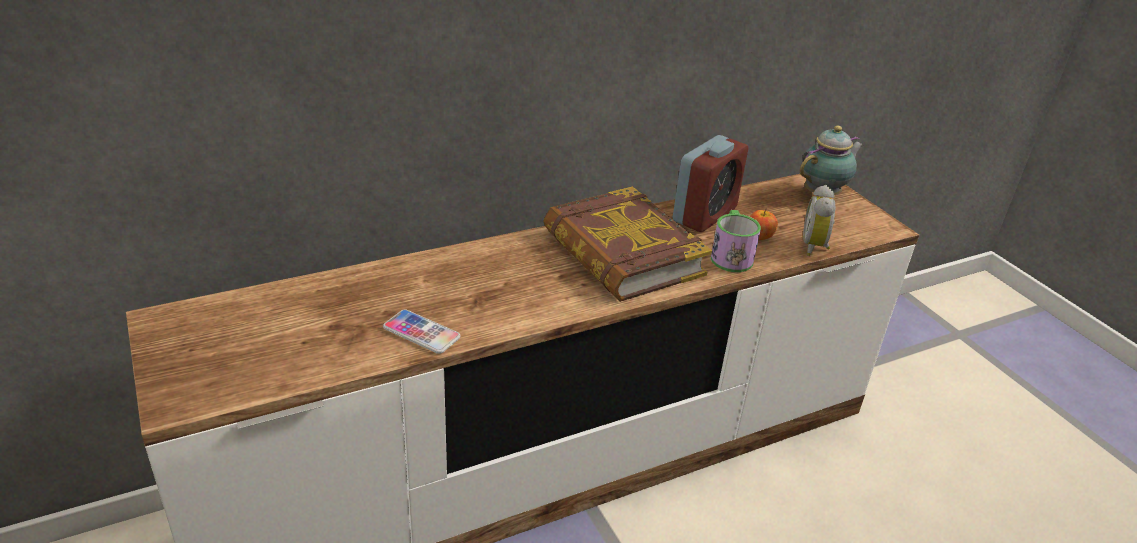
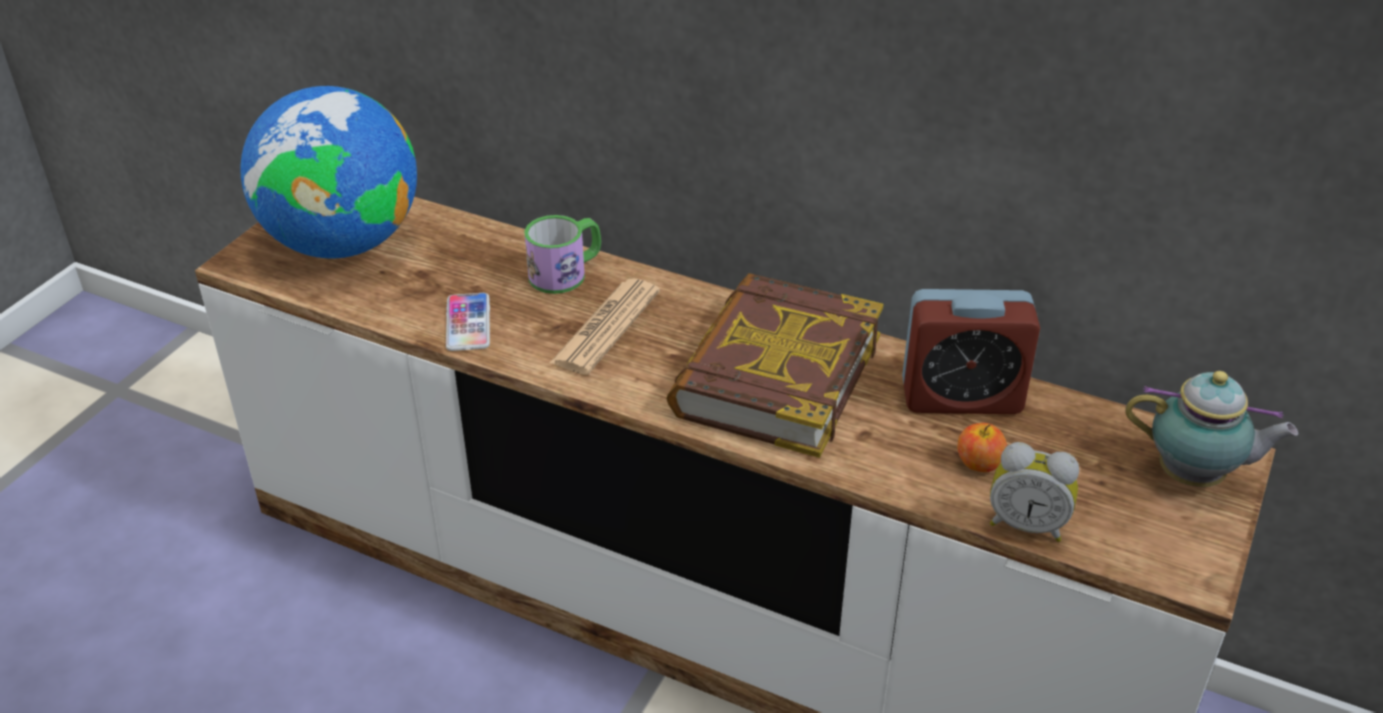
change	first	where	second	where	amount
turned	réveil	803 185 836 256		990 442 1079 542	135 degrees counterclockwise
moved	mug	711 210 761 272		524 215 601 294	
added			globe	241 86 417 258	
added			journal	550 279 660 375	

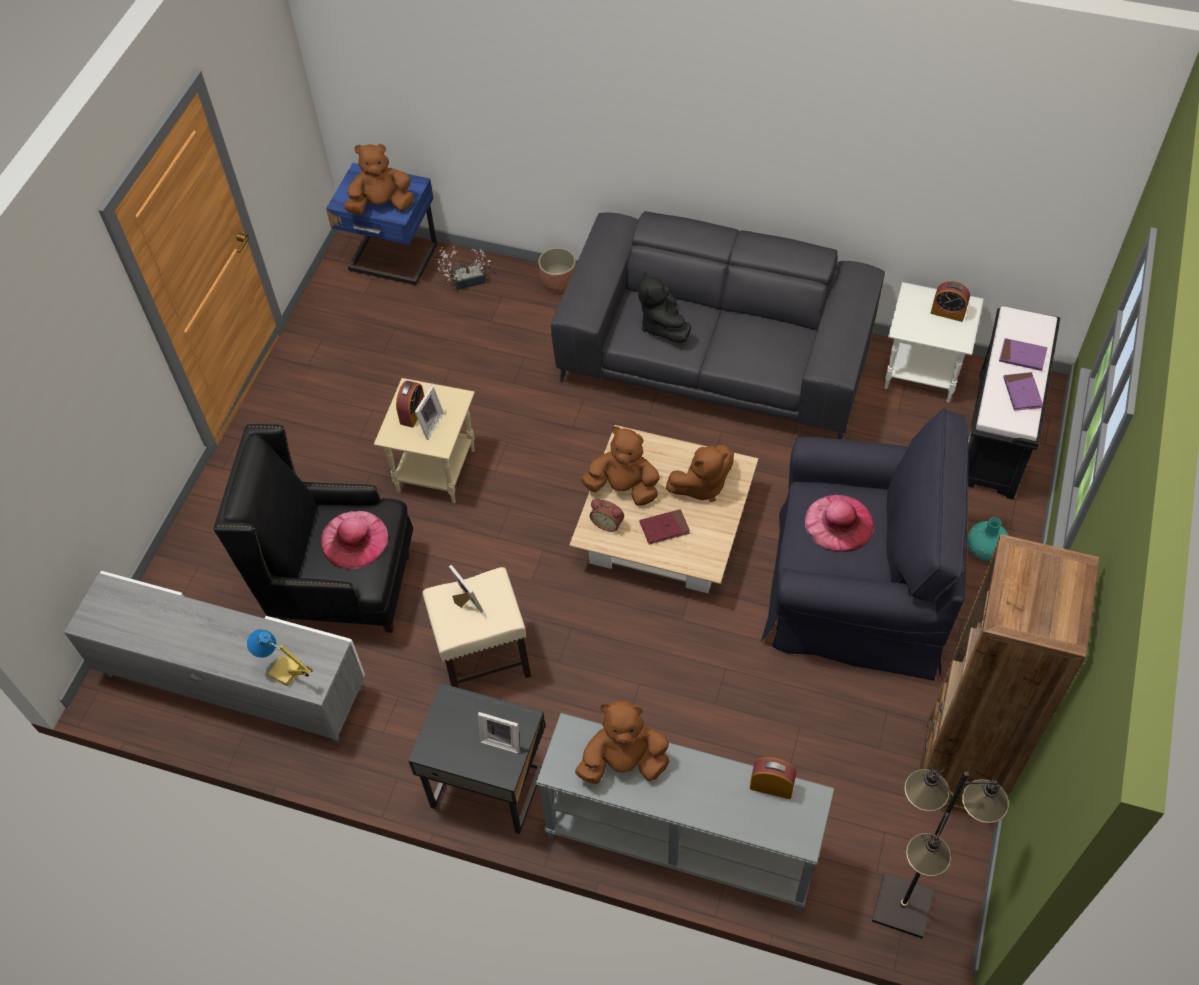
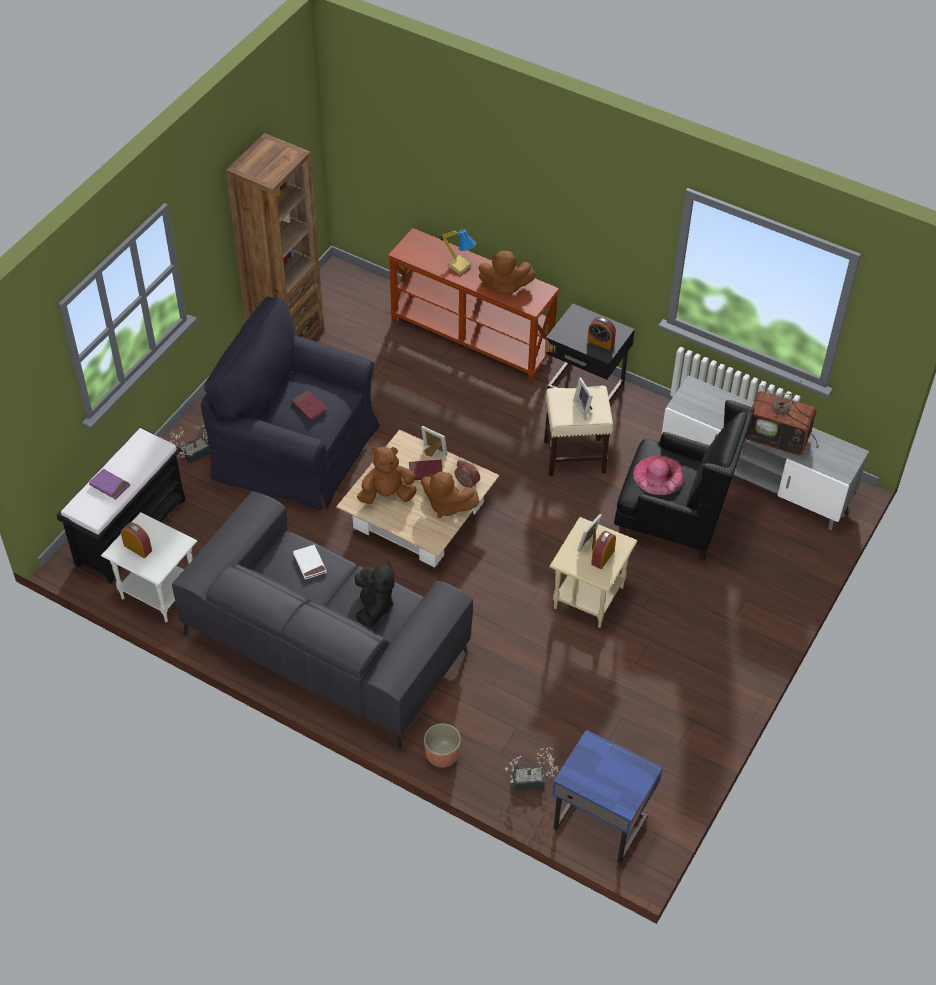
change	first	where	second	where	amount
removed	peluche [marron]	344 143 414 215			
removed	livre [violet]	1003 372 1043 411			
replaced	chapeau [rose]	805 495 874 552	livre [rouge]	291 390 328 421	
replaced	vase [turquoise]	967 517 1009 561	plante en pot	170 425 210 464	
moved	lampe de table	247 629 313 687		439 229 476 275	
moved	cadre photo	478 712 520 754		421 426 447 457	
recoloured	table console [gris]	536 713 835 912	table console [marron]	388 228 559 382	
moved	réveil	750 757 796 799		587 317 616 350	
removed	lampadaire [noir]	872 768 1009 938			
added			téléviseur	745 380 819 456	
added			livre [blanc]	293 545 327 579	

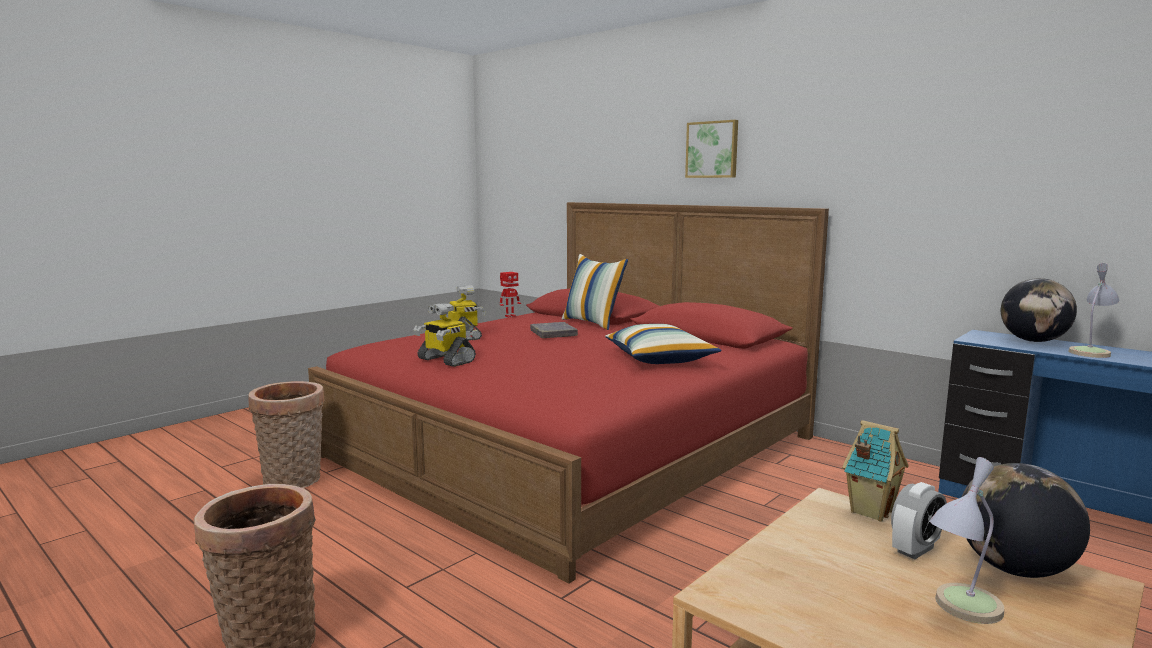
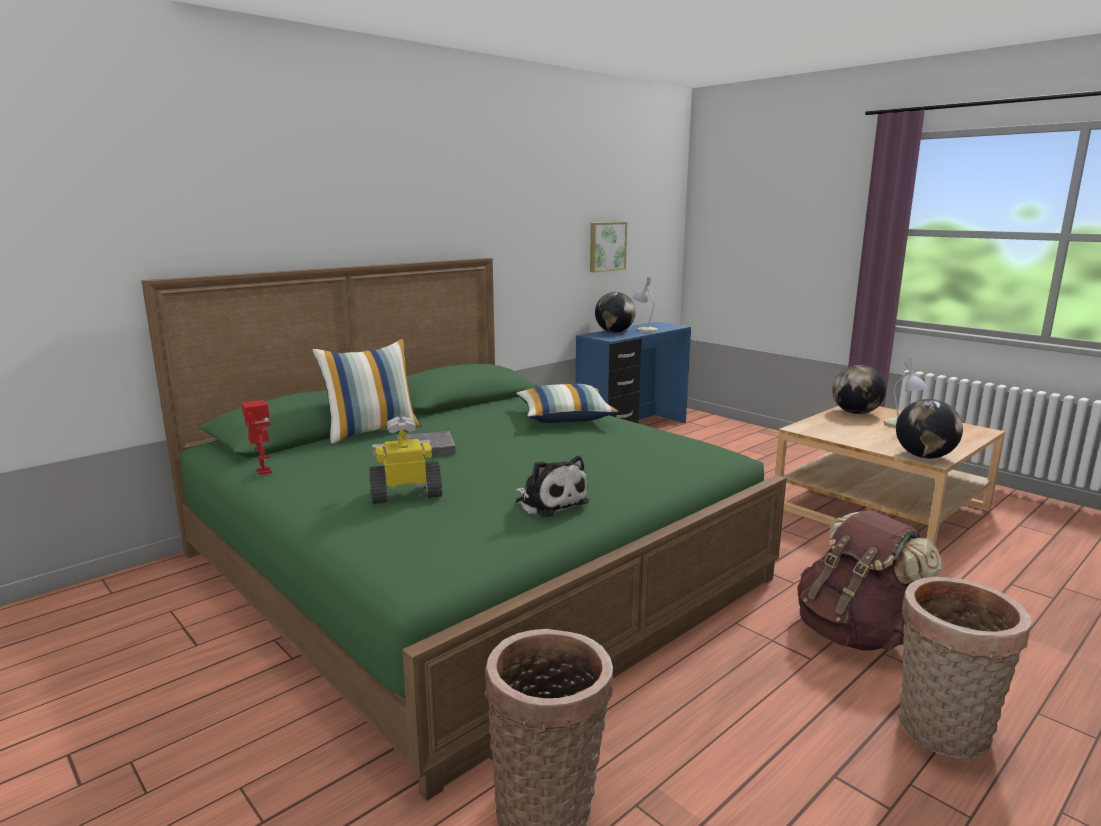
change	first	where	second	where	amount
moved	tableau	685 120 738 178		590 222 627 272	
recoloured	lit [rouge]	308 202 829 584	lit [vert]	141 258 786 801	
replaced	robot jouet	413 303 476 367	peluche	516 456 590 517	
removed	maison miniature	842 420 909 522			
removed	réveil	891 482 947 559			
added			globe	896 399 963 459	
added			sac à dos [marron]	798 510 942 651	

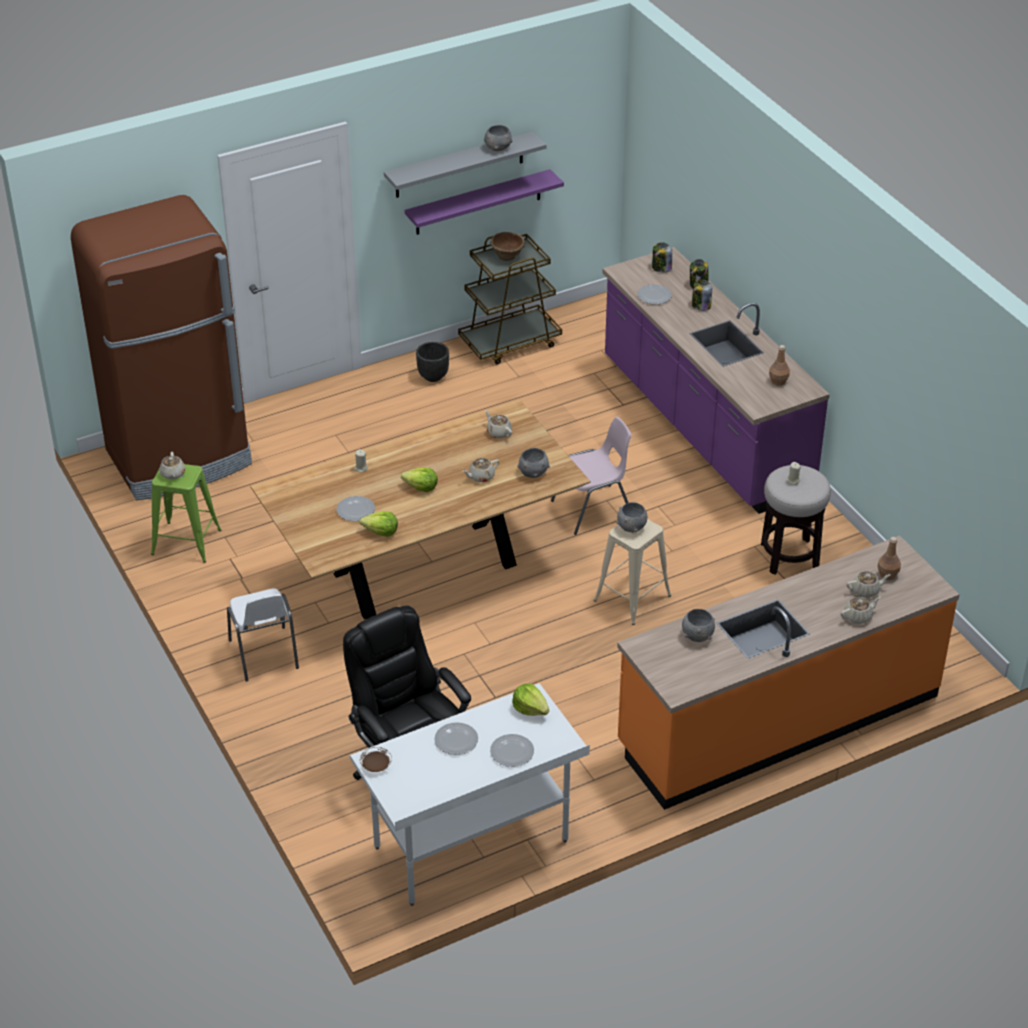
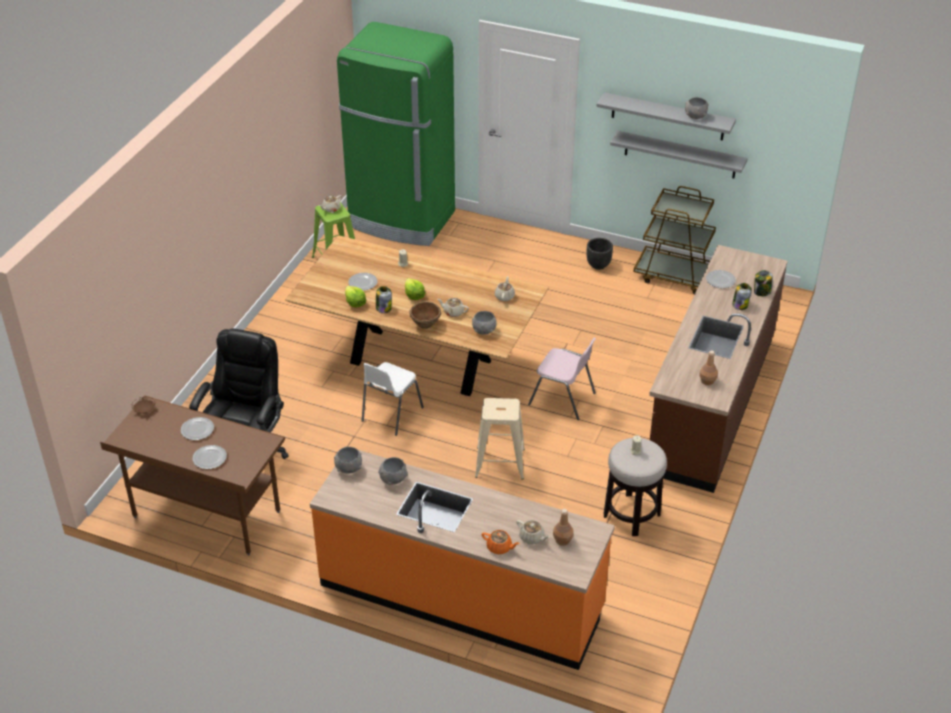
change	first	where	second	where	amount
recoloured	étagère [violet]	405 169 564 235	étagère [gris]	610 131 748 178	
recoloured	réfrigérateur [marron]	71 195 252 500	réfrigérateur [vert]	337 22 455 246	
moved	bol [marron]	490 232 525 261		409 301 441 329	
moved	bocal	652 242 672 272		376 286 392 313	
recoloured	comptoir de cuisine [violet]	602 247 830 514	comptoir de cuisine [marron]	649 245 788 493	
moved	bol [gris]	616 502 648 532		334 446 362 474	
moved	chaise [blanc]	227 588 299 682		362 362 424 436	
recoloured	théière [beige]	840 596 881 624	théière [orange]	482 530 520 554	
recoloured	bureau [blanc]	350 683 590 906	bureau [marron]	100 396 285 555	
removed	laitue	512 684 549 716			

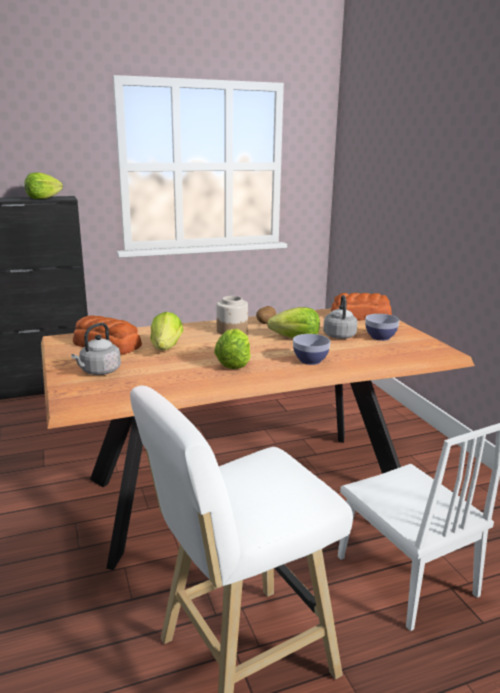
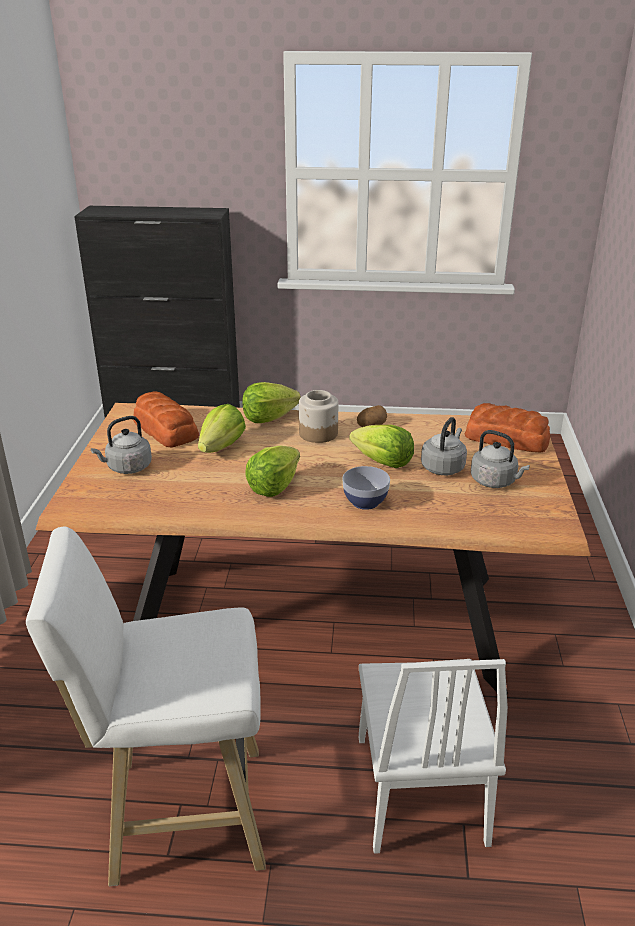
change	first	where	second	where	amount
moved	laitue	24 172 63 199		242 382 301 423	
replaced	bol	365 314 400 341	bouilloire [gris]	471 430 530 488	

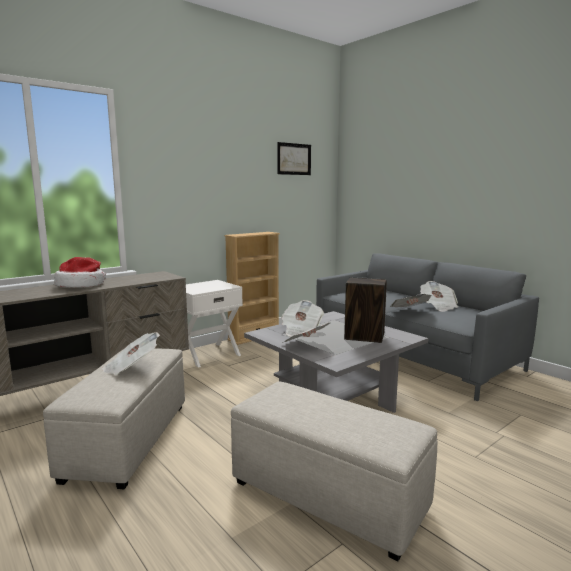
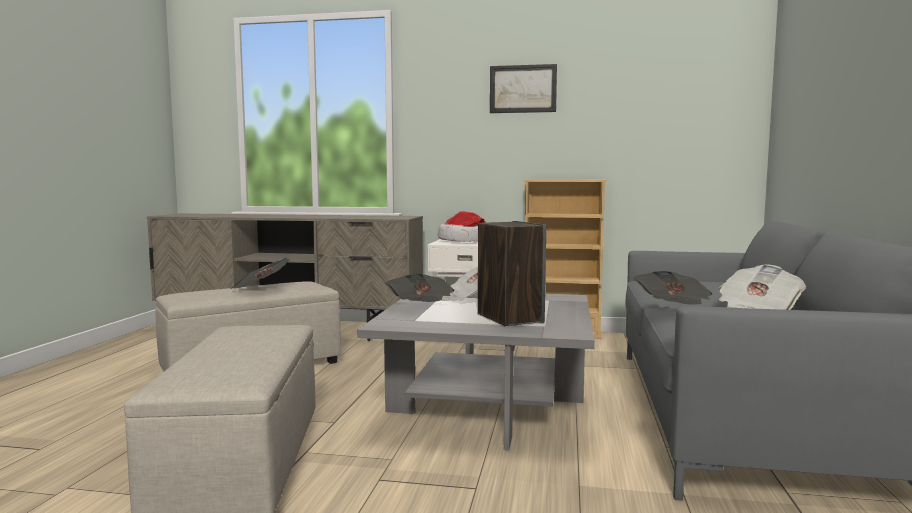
change	first	where	second	where	amount
moved	tableau	277 142 311 175		490 64 557 113	
moved	chapeau	54 257 106 288		438 211 486 242	

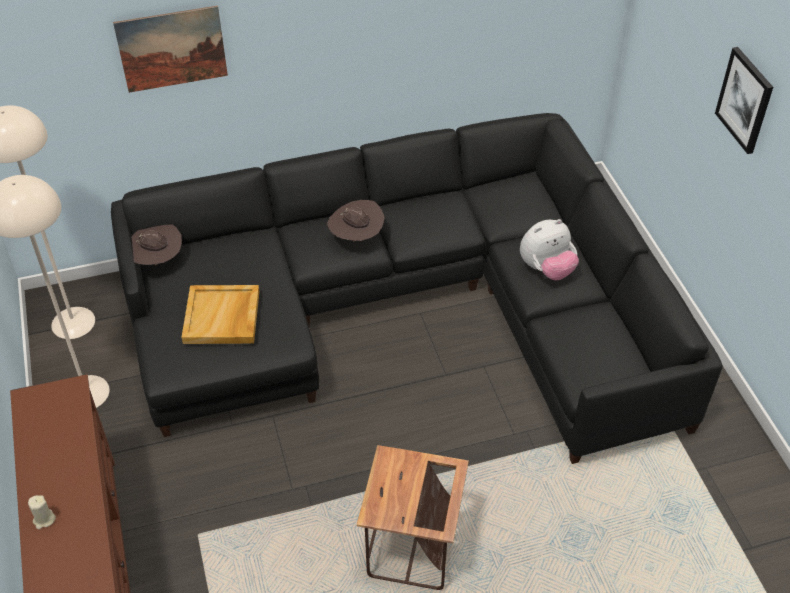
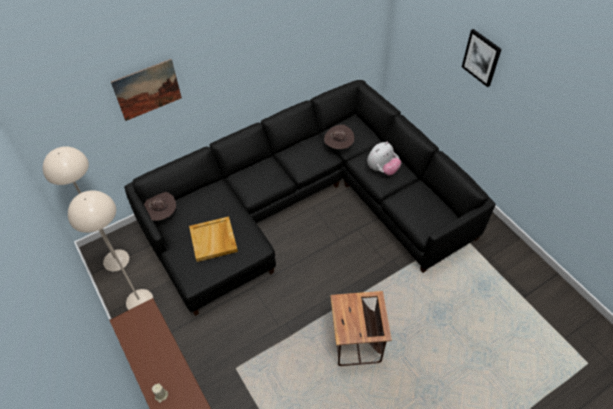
change	first	where	second	where	amount
moved	chapeau [marron]	327 200 385 241		324 125 354 149	

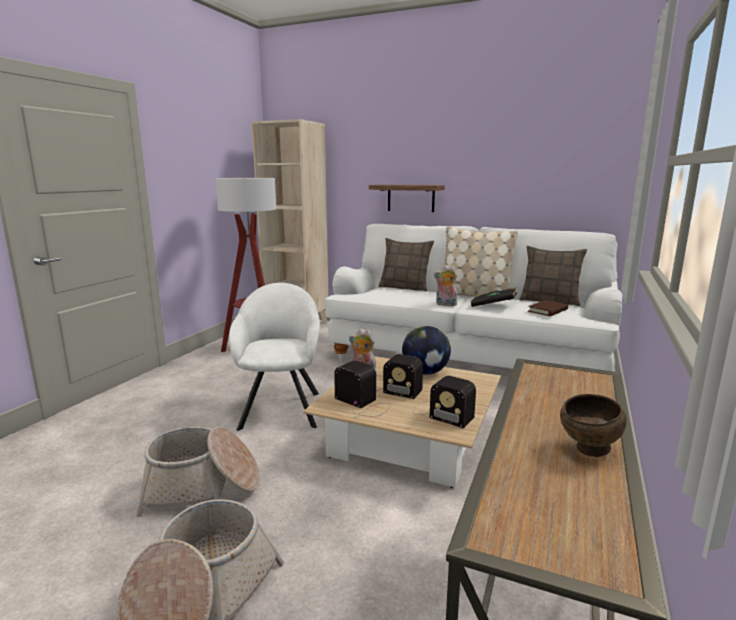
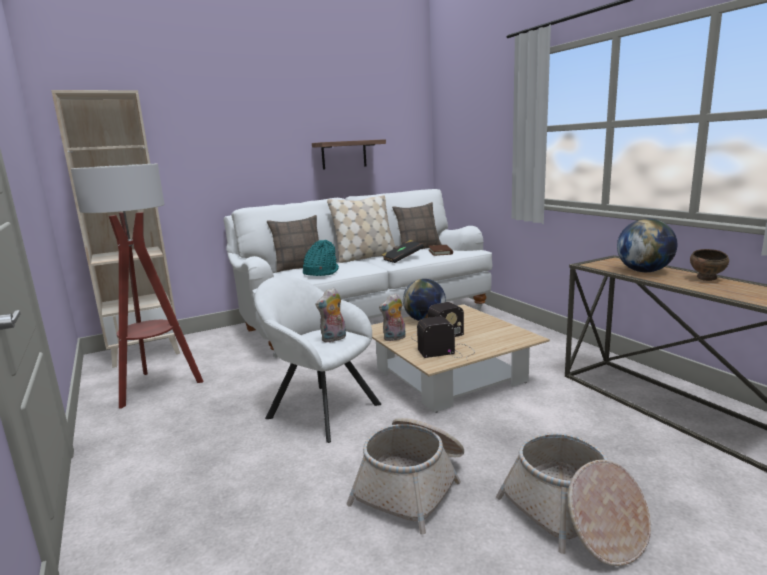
change	first	where	second	where	amount
moved	étagère	369 185 445 212		312 139 386 169	
moved	peluche	434 265 457 306		315 288 346 343	
removed	radio	413 376 476 428			
added			globe	617 219 677 272	
added			chapeau [turquoise]	303 240 339 276	

